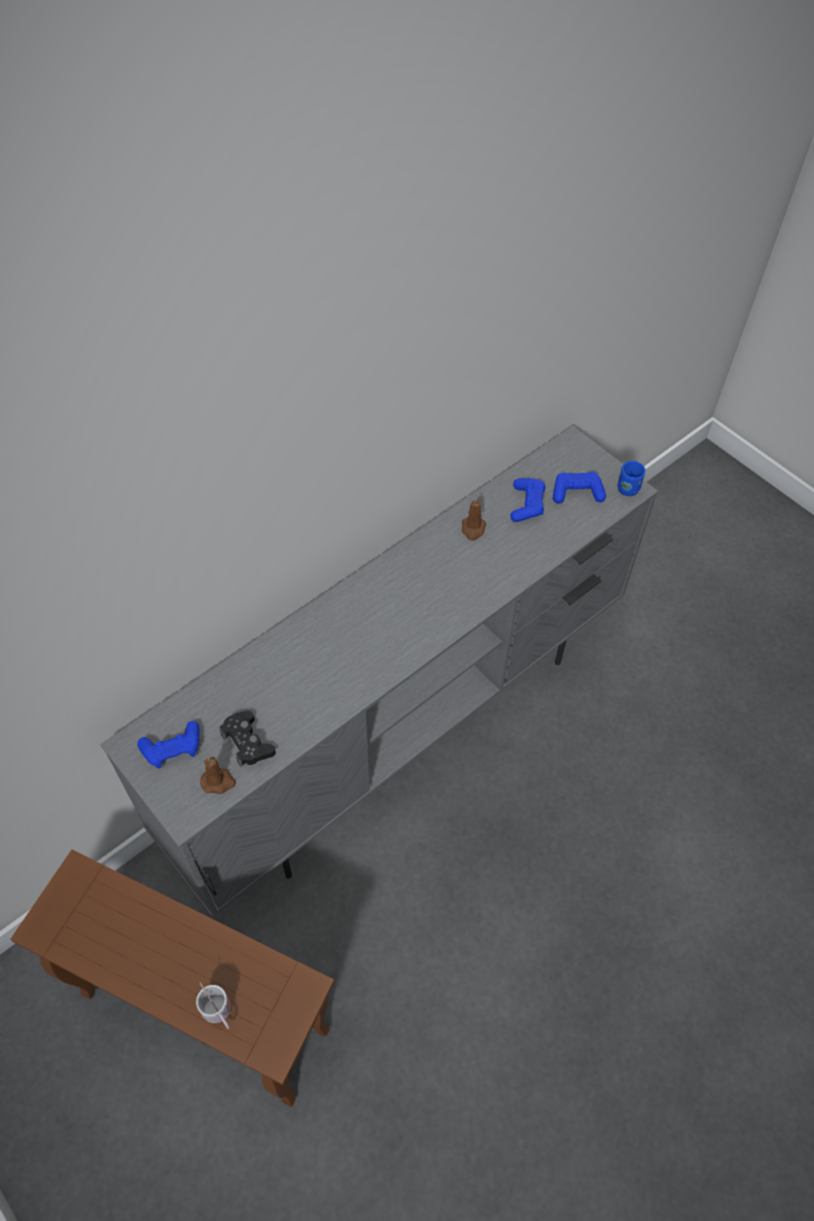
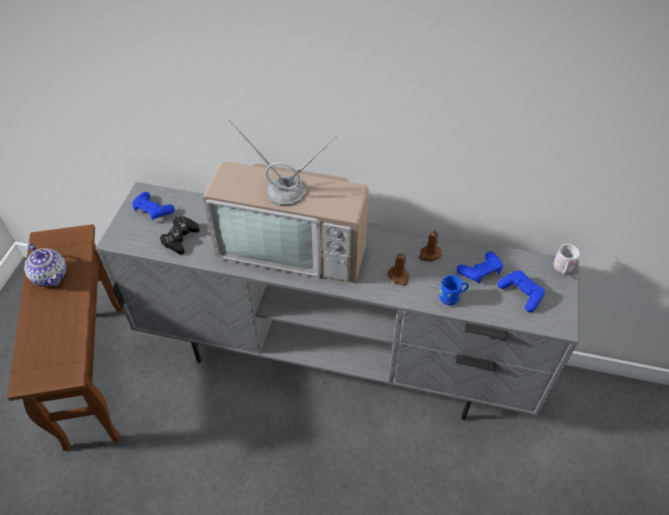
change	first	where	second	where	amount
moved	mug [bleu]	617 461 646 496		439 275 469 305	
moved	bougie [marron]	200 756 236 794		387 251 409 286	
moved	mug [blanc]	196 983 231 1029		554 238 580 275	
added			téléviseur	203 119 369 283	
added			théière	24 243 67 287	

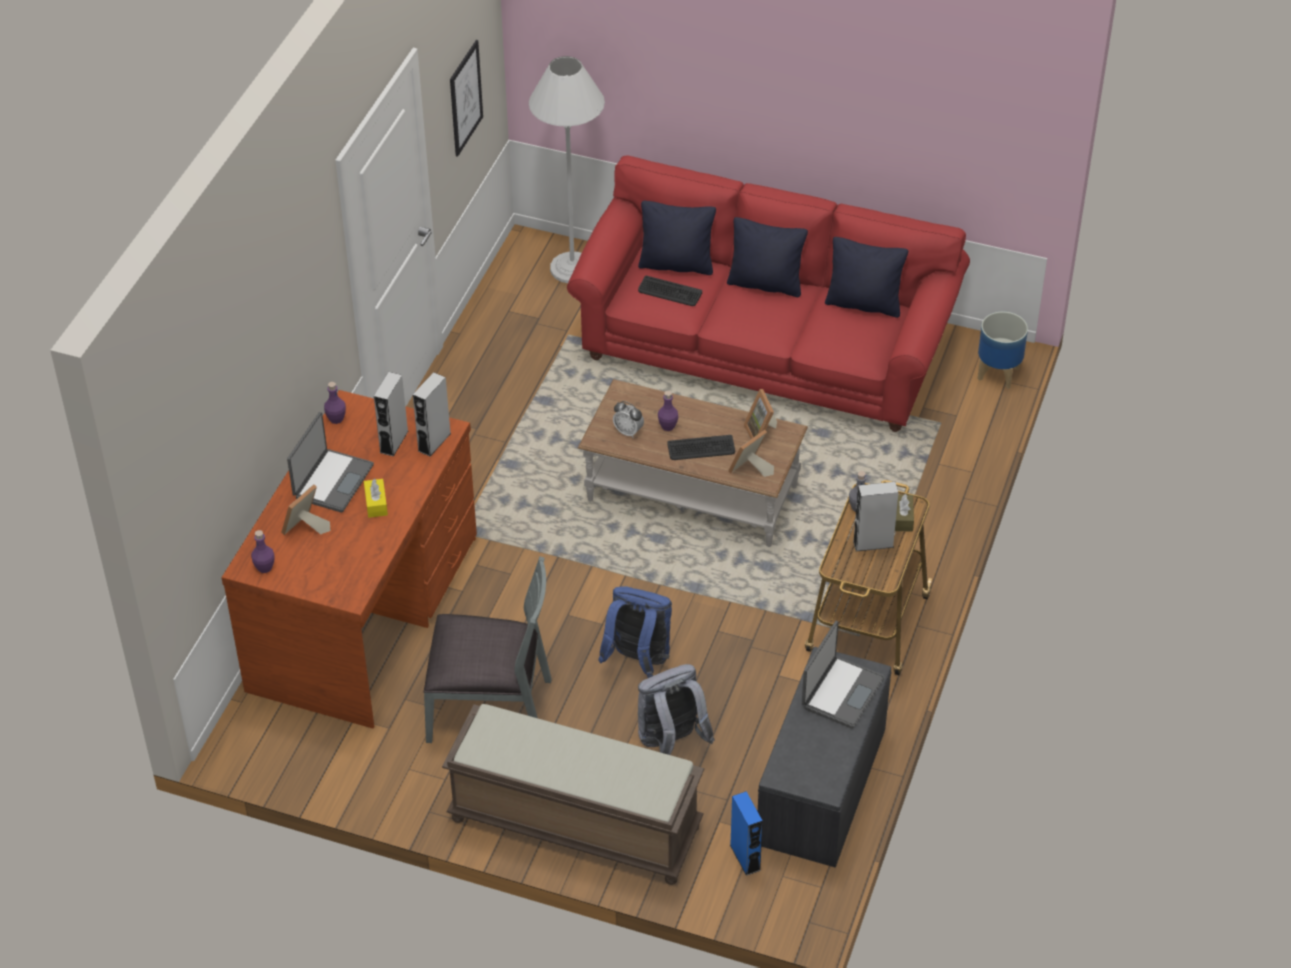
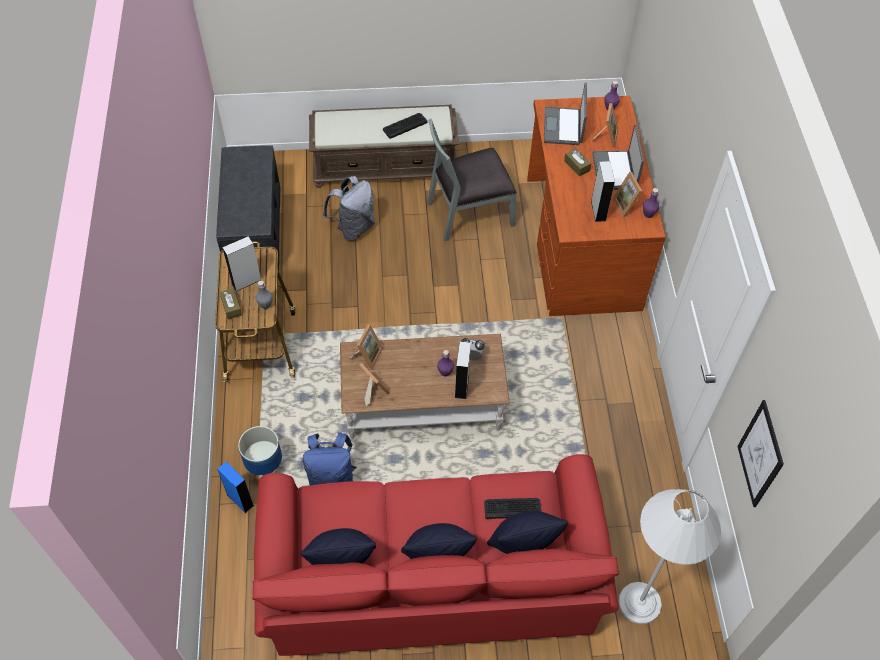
change	first	where	second	where	amount
moved	cache-pot	977 312 1028 389		238 426 282 481	
moved	enceinte [gris]	413 372 451 457		455 342 471 399	
moved	clavier	668 435 735 460		383 113 428 139	
recoloured	boîte à mouchoirs [jaune]	364 478 388 518	boîte à mouchoirs [marron]	564 148 591 176	
moved	sac à dos [bleu]	598 586 672 678		303 432 357 485	
moved	ordinateur portable	802 621 884 728		544 83 587 145	
moved	enceinte [bleu]	730 791 763 876		217 462 254 513	
added			cadre photo	613 172 642 217	

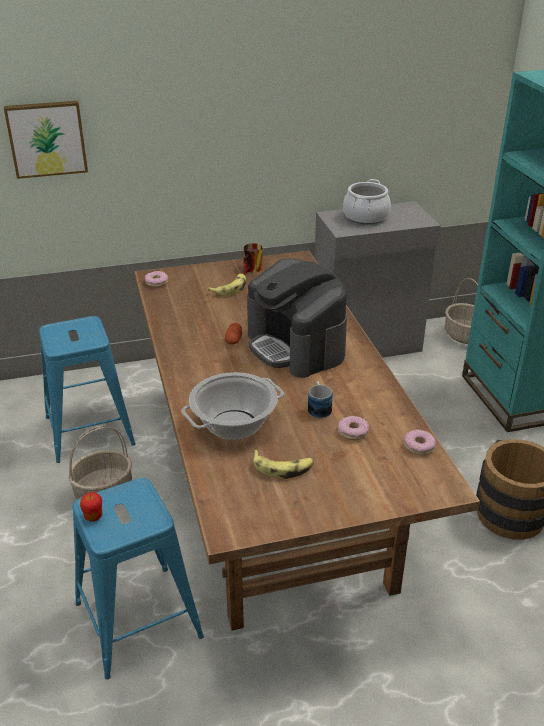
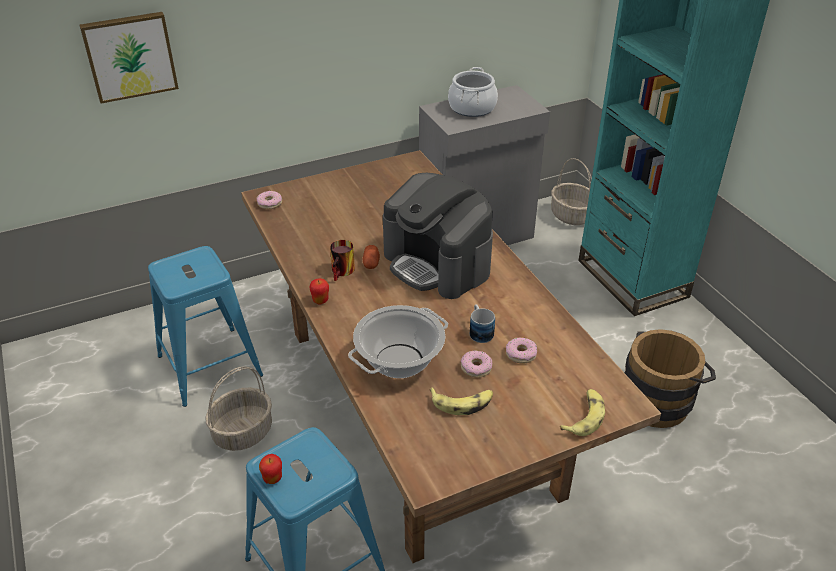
change	first	where	second	where	amount
moved	mug	244 243 263 274		330 240 355 281	
moved	banane	208 273 246 296		560 389 605 436	
moved	beignet	404 429 436 455		461 350 492 378	
added			pomme	310 278 329 304	

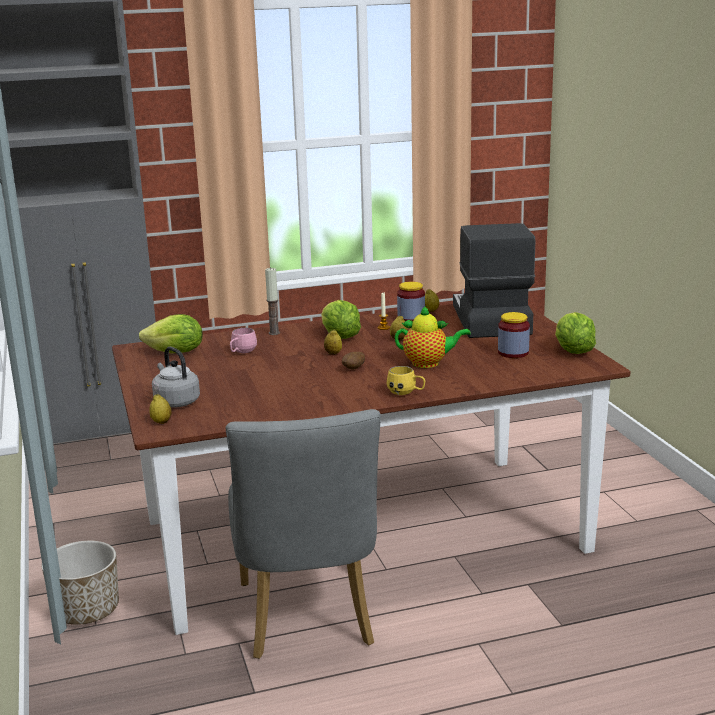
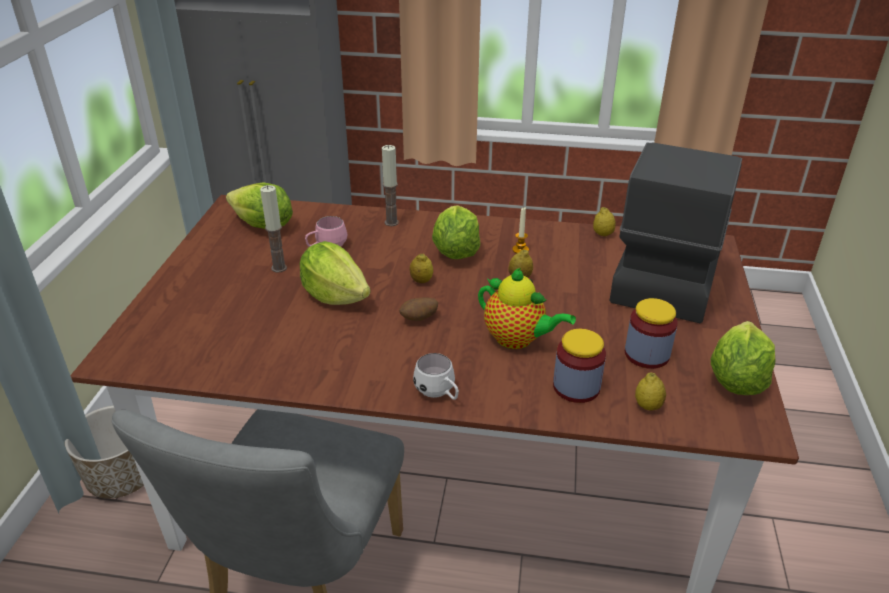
change	first	where	second	where	amount
moved	bocal	397 282 425 321		553 329 606 403	
removed	bouilloire [gris]	152 347 200 408			
recoloured	mug [jaune]	387 366 425 395	mug [blanc]	413 353 459 400	
moved	citron	149 394 172 424		635 372 666 411	
added			bougie	260 185 287 273	
added			laitue	300 241 371 305	

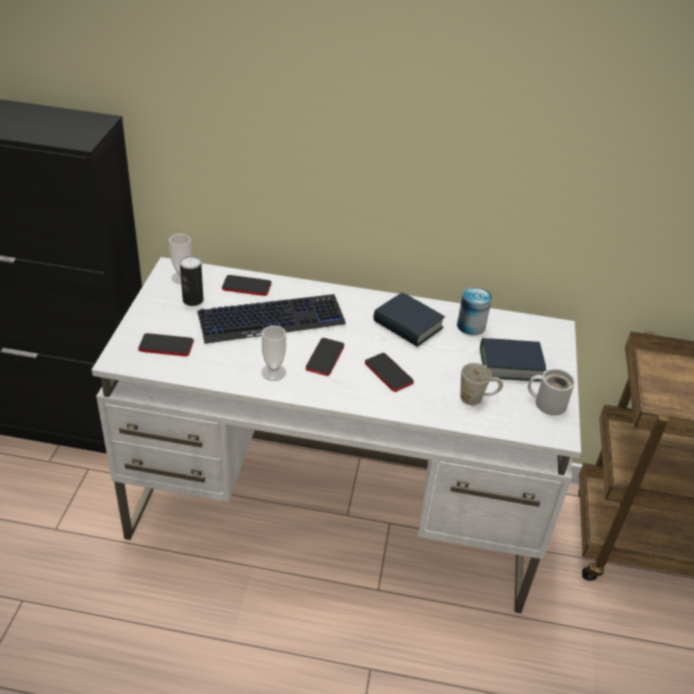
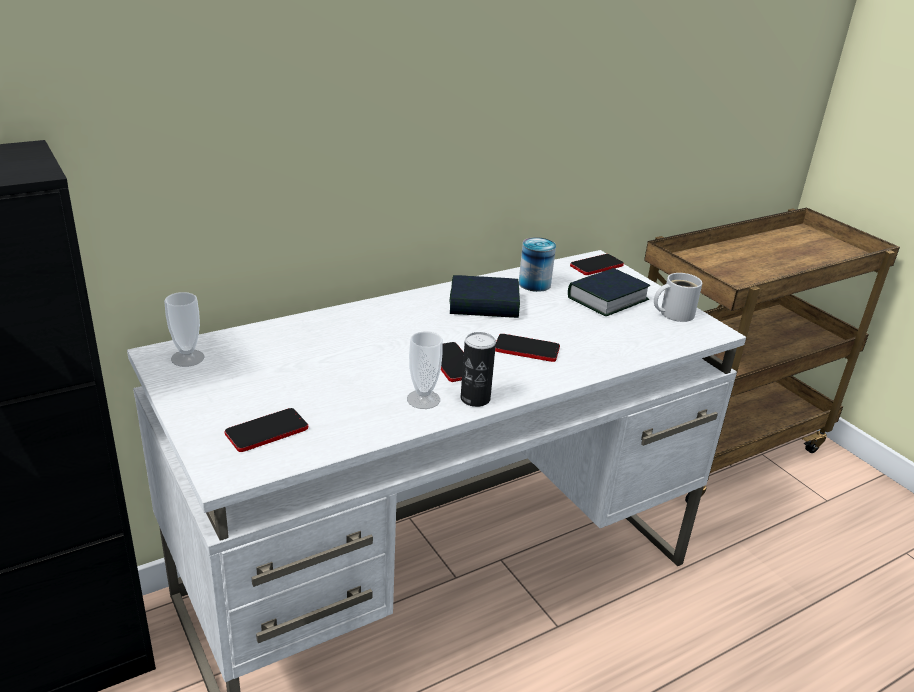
change	first	where	second	where	amount
moved	boîte métallique	180 256 203 306		461 332 496 407	
moved	téléphone	222 275 272 296		570 254 624 275	
removed	clavier	197 294 346 344			
removed	mug [blanc]	460 363 503 405			

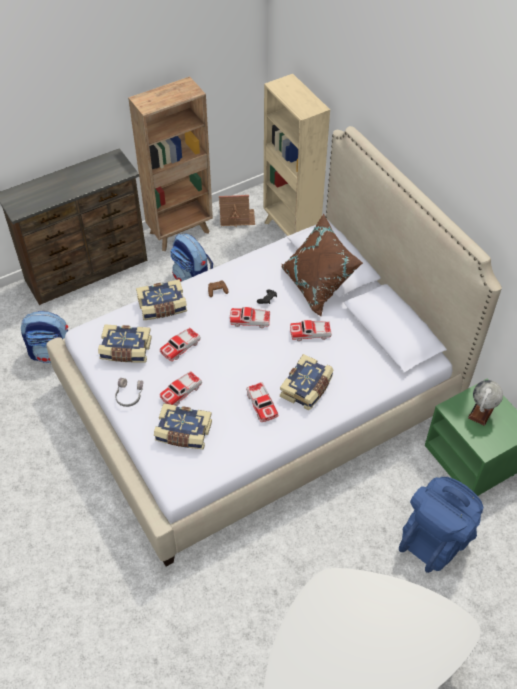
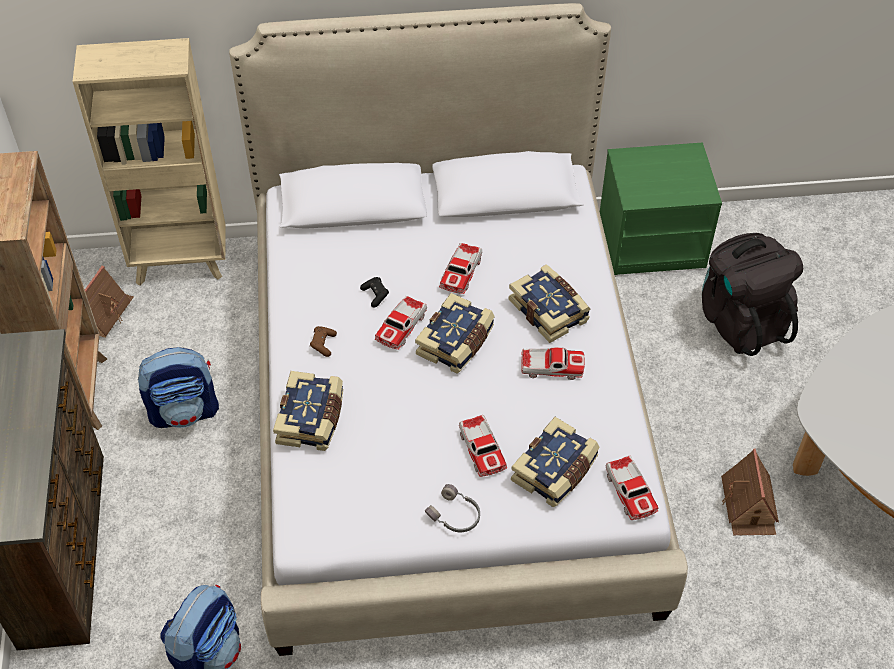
change	first	where	second	where	amount
removed	coussin [marron]	282 213 363 316			
moved	livre	98 324 152 362		415 293 495 374	
moved	petite voiture	160 328 201 362		606 456 658 520	
removed	globe	468 380 503 426			
recoloured	sac à dos [bleu]	399 477 483 573	sac à dos [noir]	702 233 803 356	
added			maison miniature	721 448 779 536	

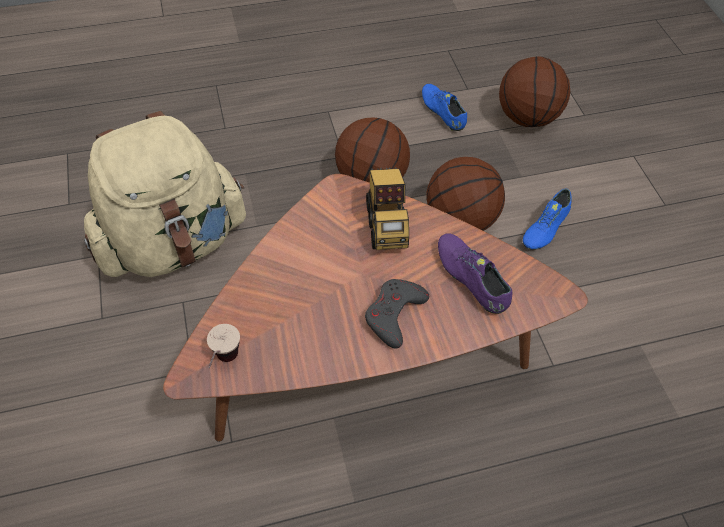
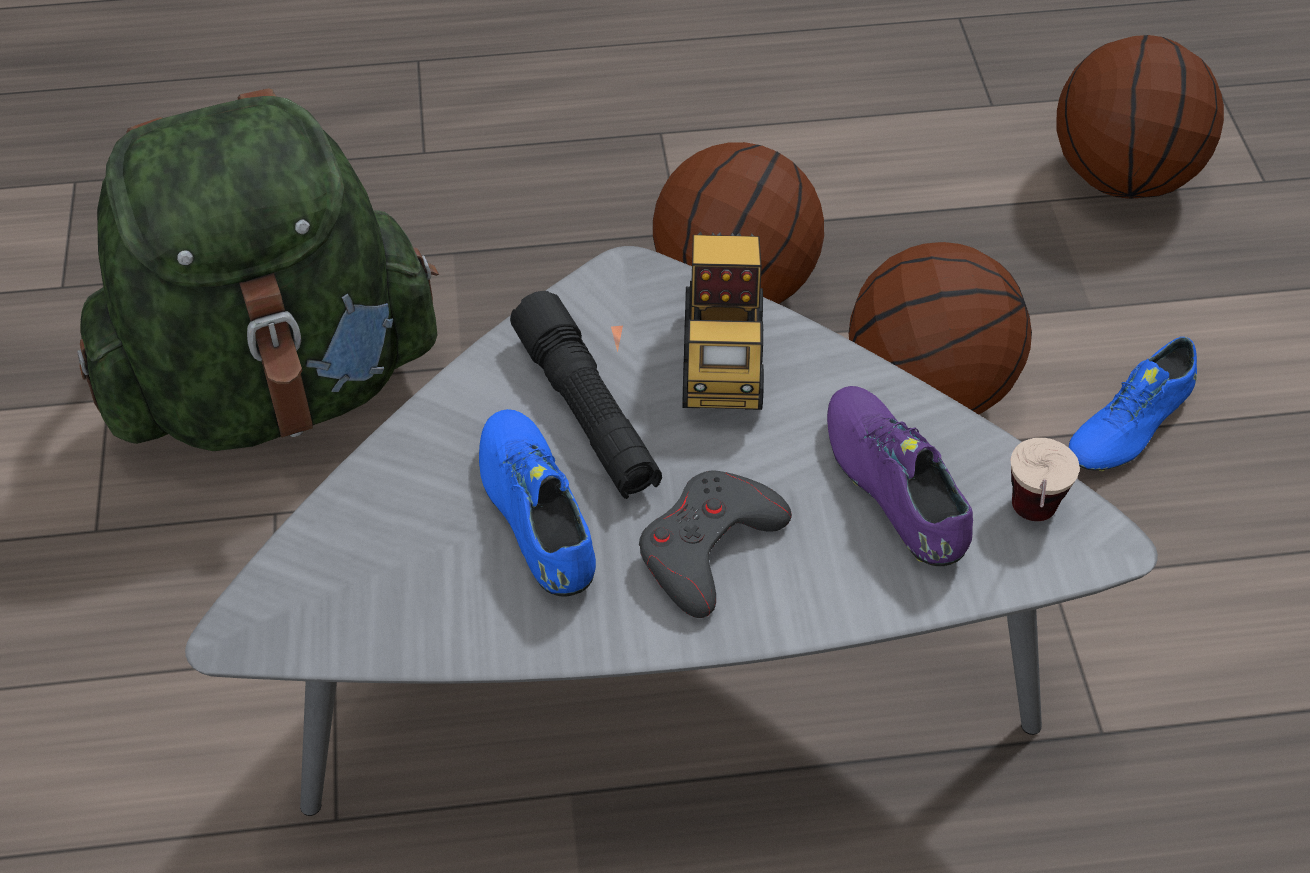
change	first	where	second	where	amount
moved	chaussure [bleu]	422 84 467 131		479 409 596 597	
recoloured	sac à dos [beige]	84 111 246 277	sac à dos [vert]	77 88 439 451	
recoloured	table basse [marron]	163 174 588 442	table basse [gris]	185 246 1158 816	
moved	tasse	207 324 240 368		1011 438 1080 521	
added			lampe de poche [noir]	510 291 662 499	

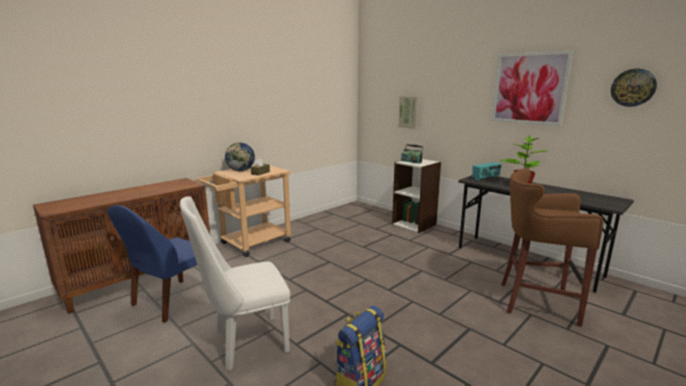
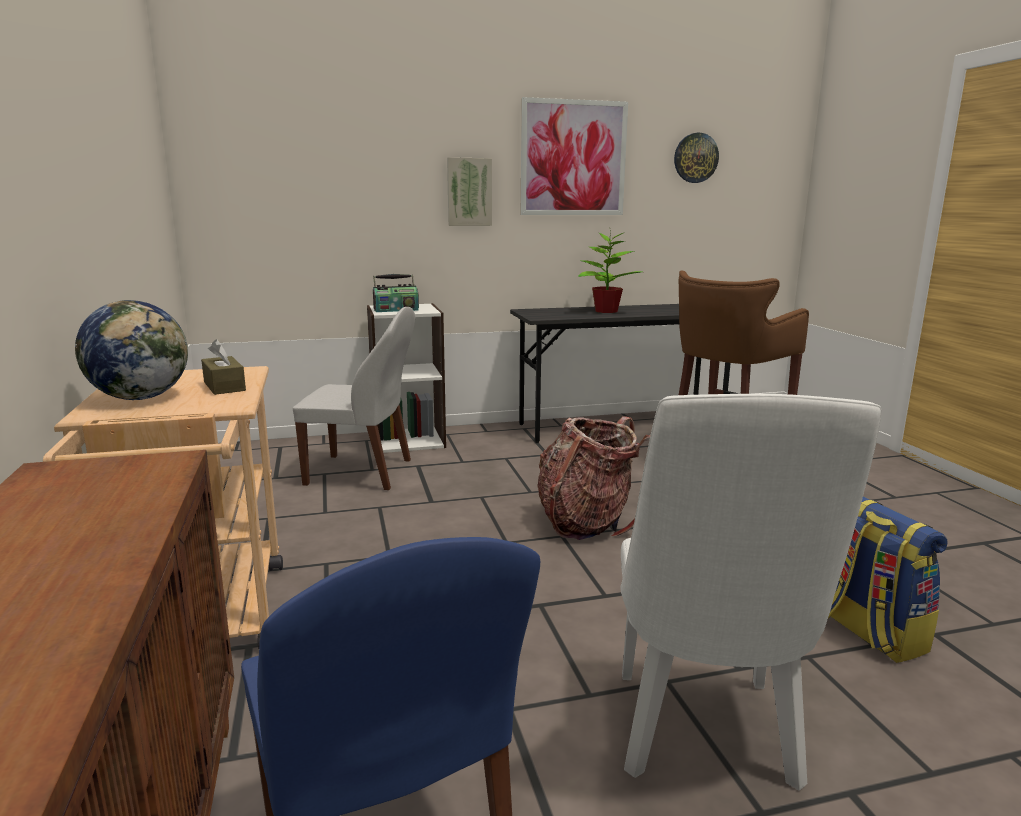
change	first	where	second	where	amount
moved	tableau	398 96 419 129		447 157 492 226	
removed	radio	472 162 502 181			
added			chaise [blanc]	293 307 415 490	
added			sac à dos	537 416 650 540	

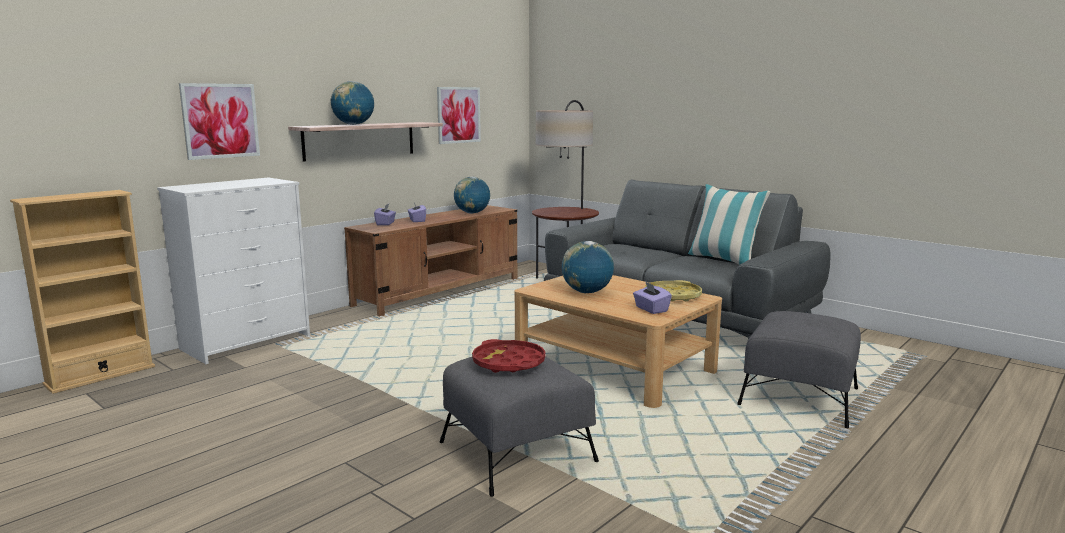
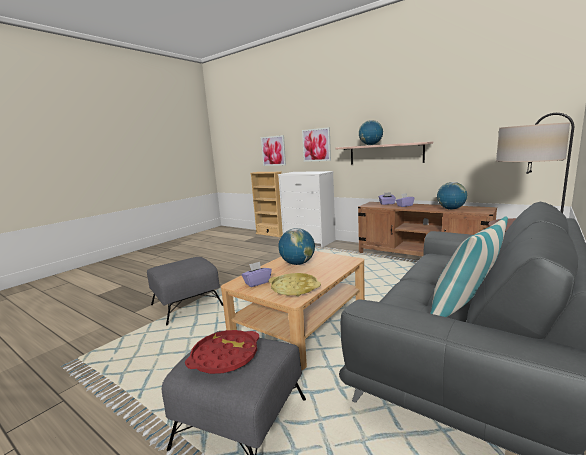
change	first	where	second	where	amount
moved	tableau	437 87 481 144		261 135 286 166	
moved	plateau [rouge]	472 339 546 373		185 330 259 374	

